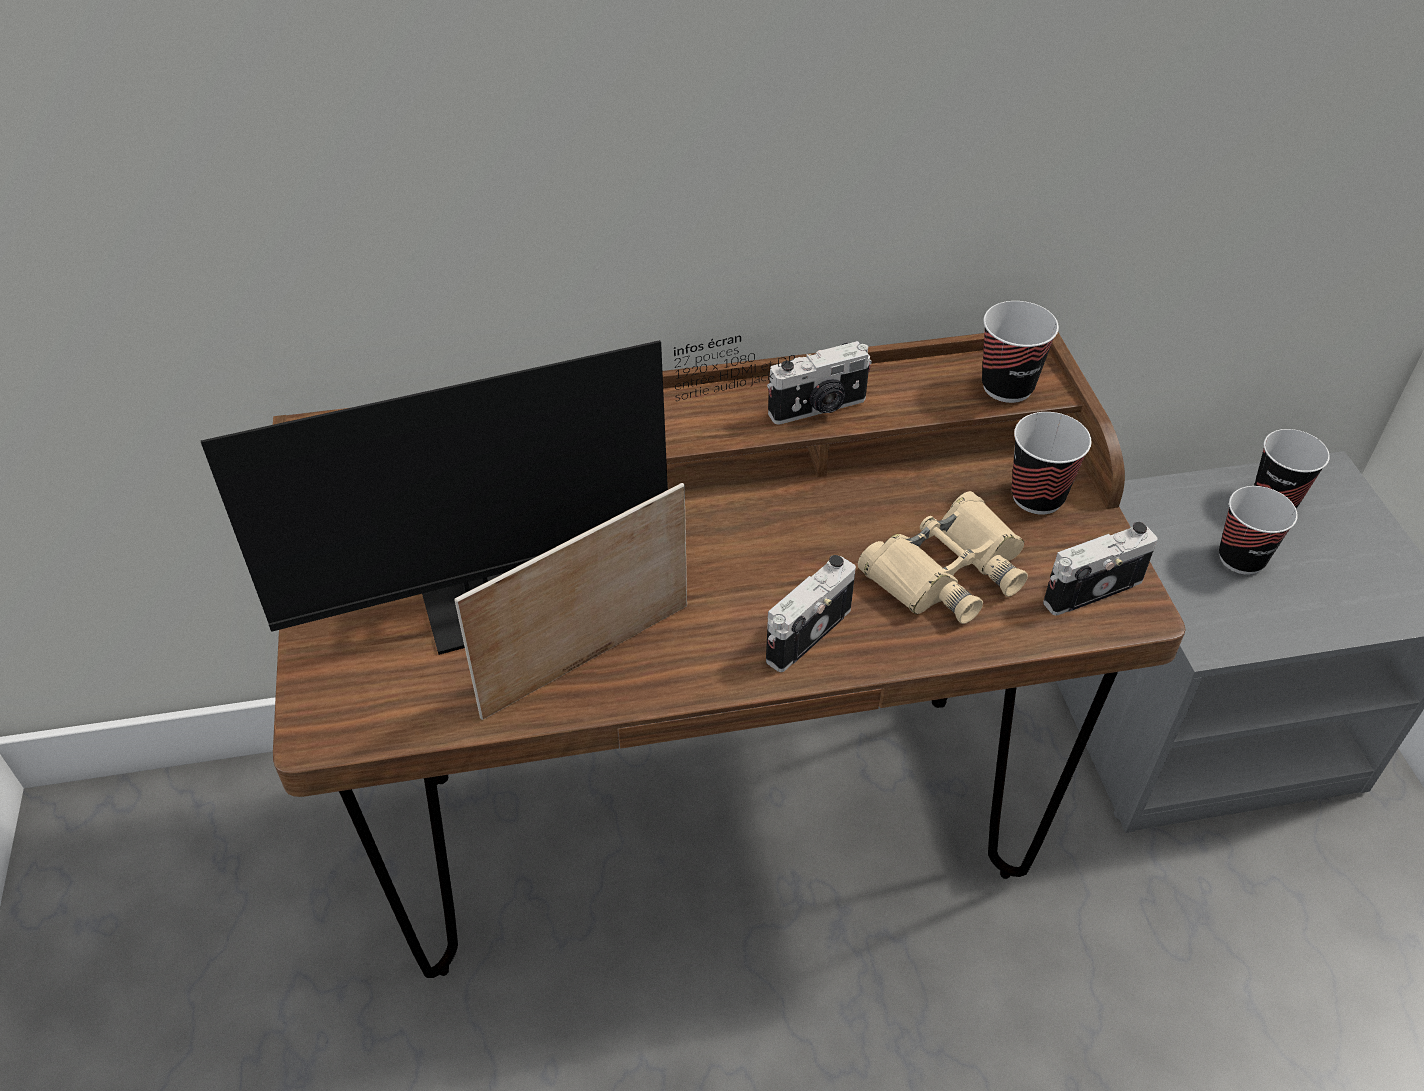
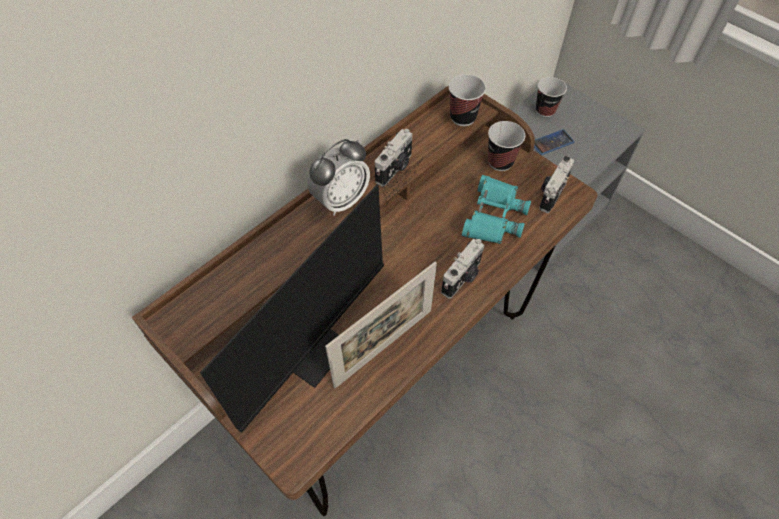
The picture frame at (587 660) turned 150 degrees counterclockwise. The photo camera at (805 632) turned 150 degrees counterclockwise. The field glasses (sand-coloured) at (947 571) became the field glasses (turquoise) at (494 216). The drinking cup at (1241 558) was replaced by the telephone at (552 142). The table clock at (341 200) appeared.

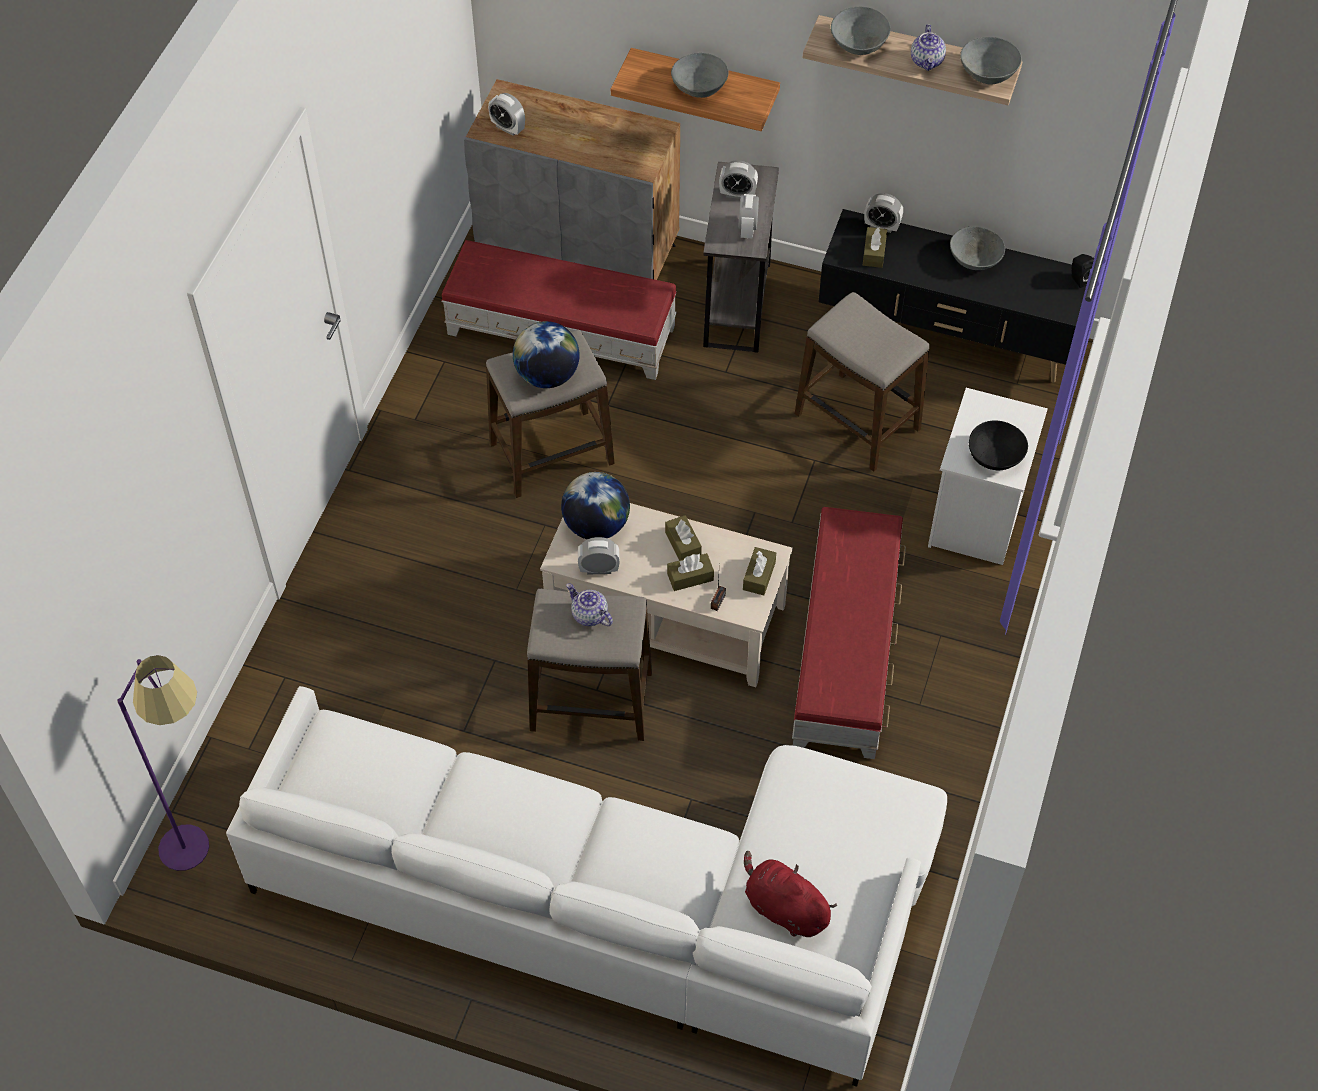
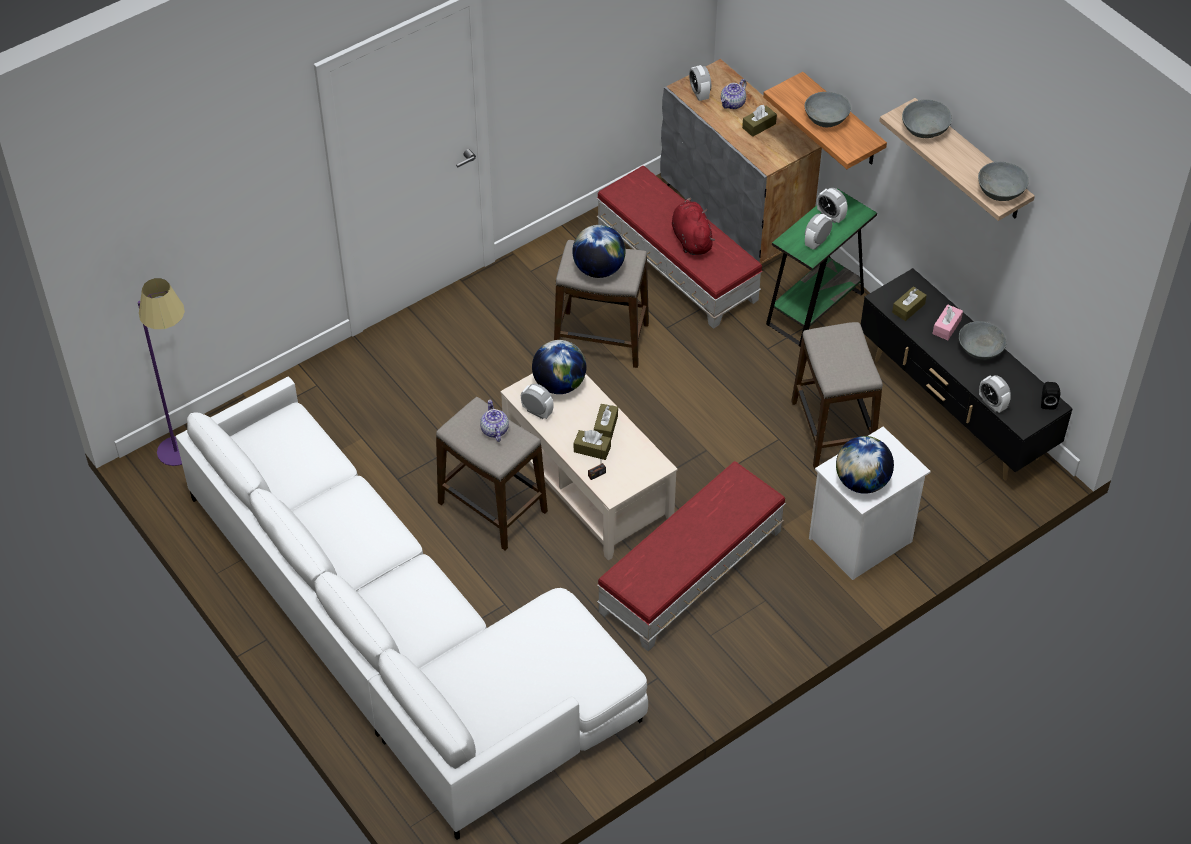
The accent table (grey) at (737 304) became the accent table (greenish) at (815 308). The tissue box (brownish) moved from (759 576) to (759 126). The soft toy (reddish) moved from (783 907) to (691 239). The table clock moved from (881 226) to (992 404). The pot for tea moved from (927 61) to (733 104). The deep dish (black) at (996 457) was replaced by the desk globe at (862 482). The tissue box (pink) at (946 327) appeared.

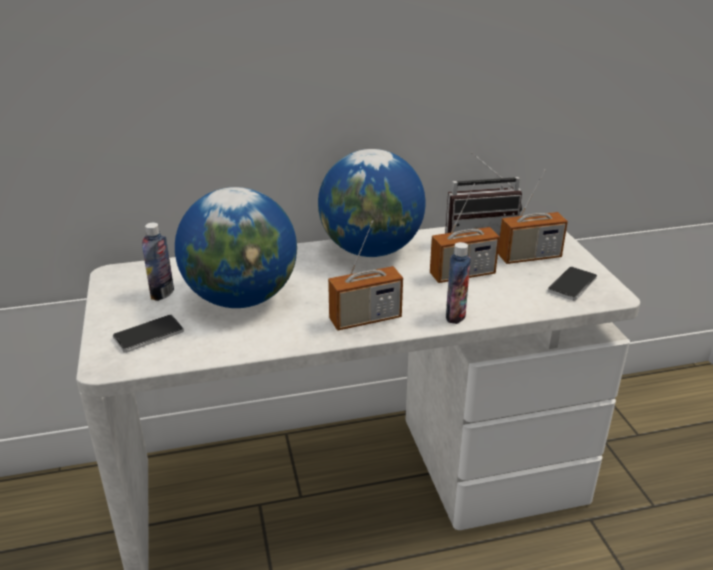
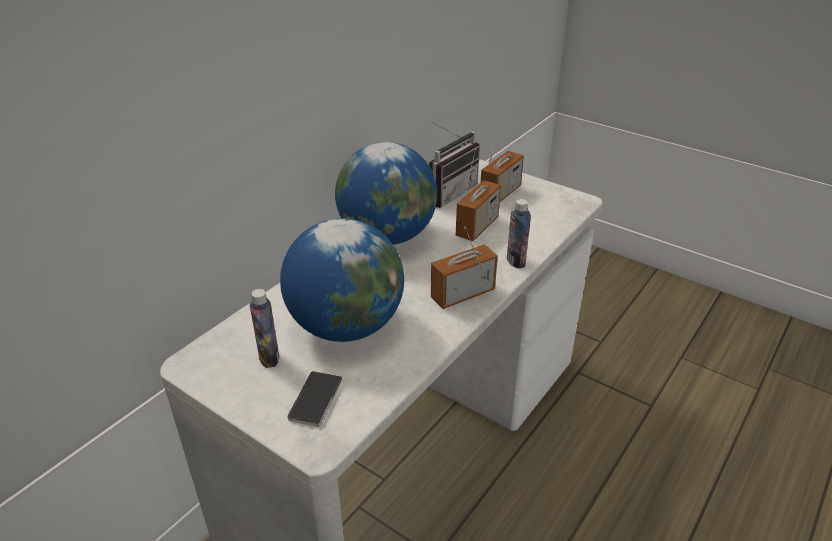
The radio at (365 319) turned 150 degrees counterclockwise. The telephone at (572 285) disappeared.

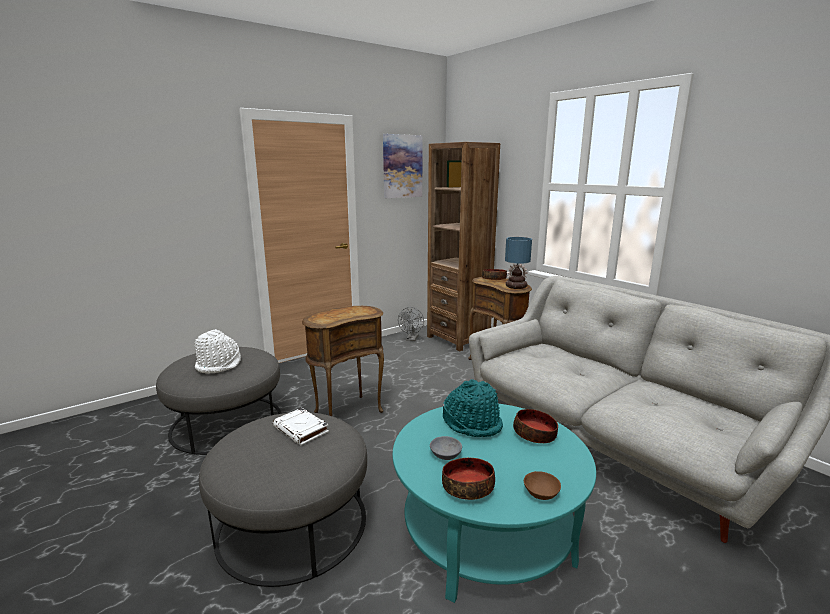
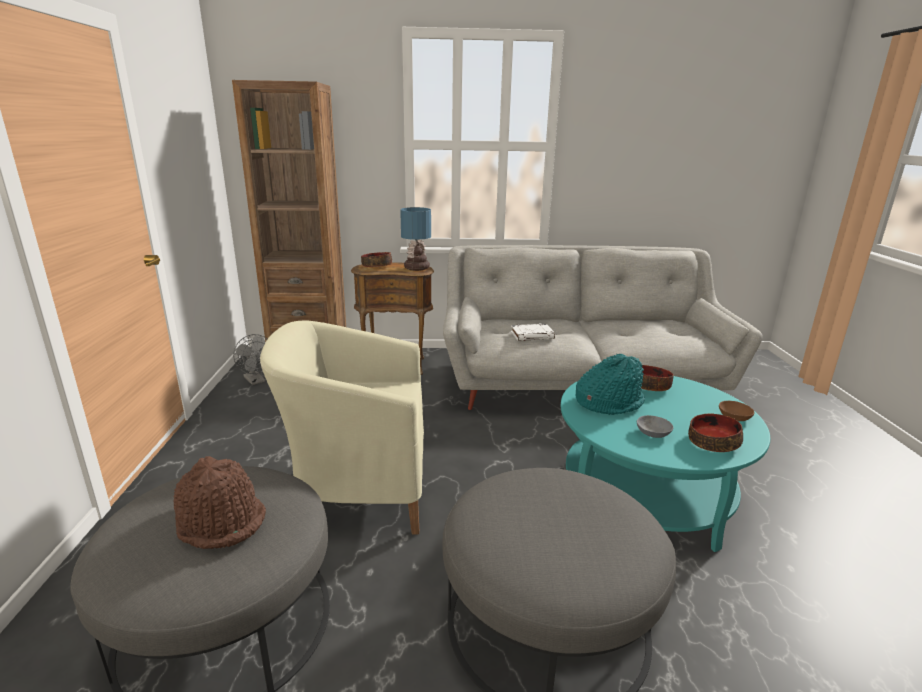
The clothing hat (whitish) at (219 365) became the clothing hat (brownish) at (221 521). The bound book (whitish) moved from (301 430) to (532 335). The accent table (brownish) at (346 411) was replaced by the easy chair (sand-coloured) at (358 493). The picture at (402 166) disappeared.

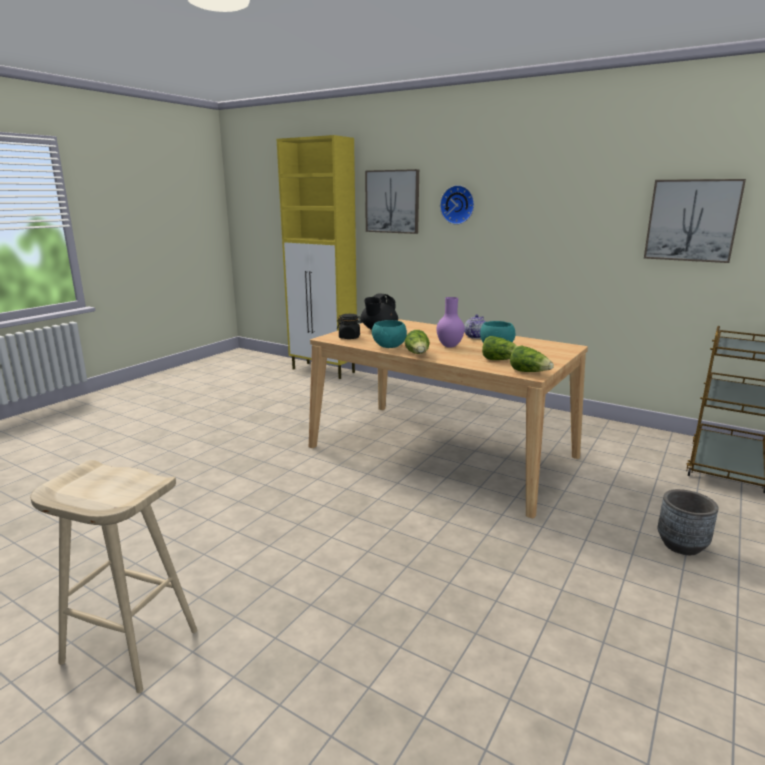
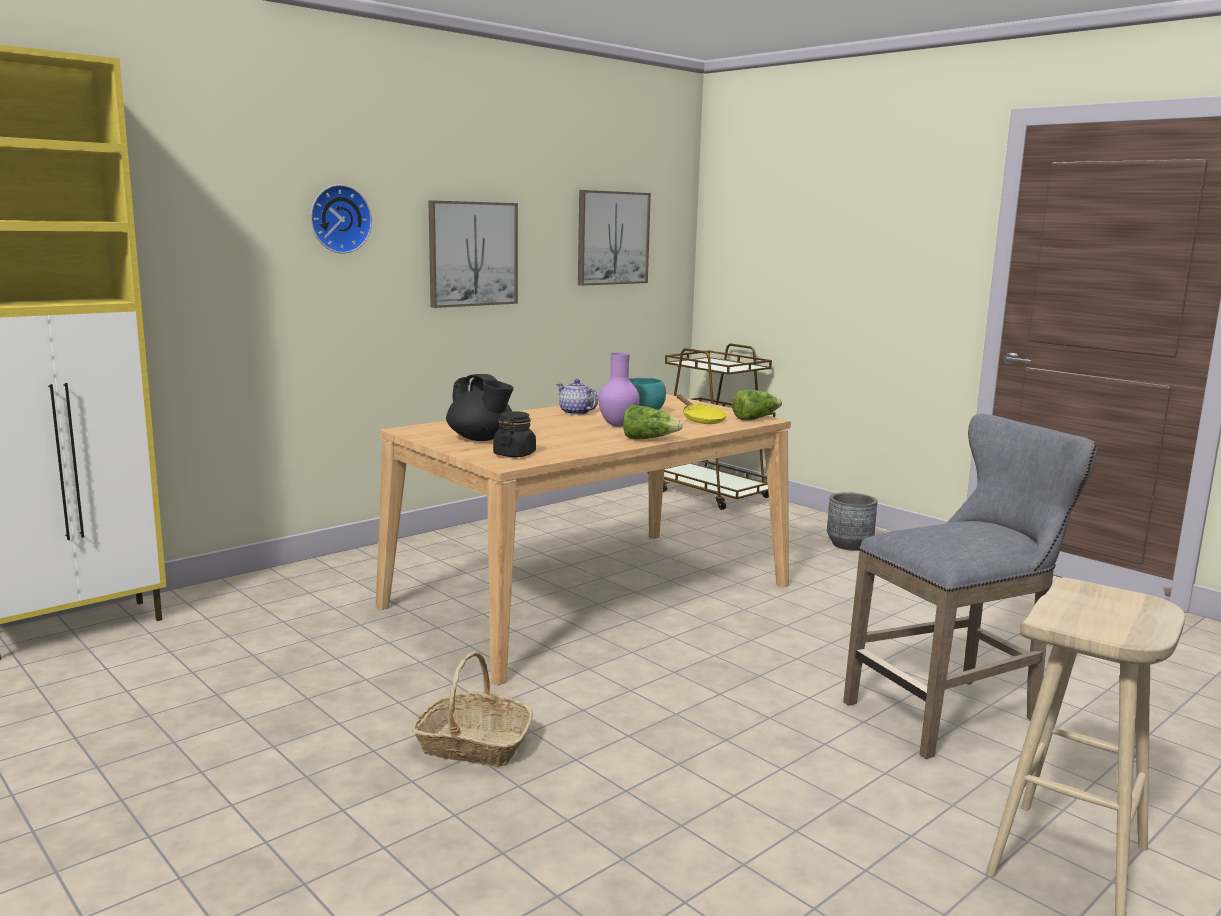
The picture moved from (392 201) to (472 254). The deep dish (turquoise) at (389 347) disappeared. The head of lettuce at (500 360) was replaced by the frying pan (yellow-coloured) at (701 419). The household basket at (473 745) appeared. The stool (grey) at (953 712) appeared.

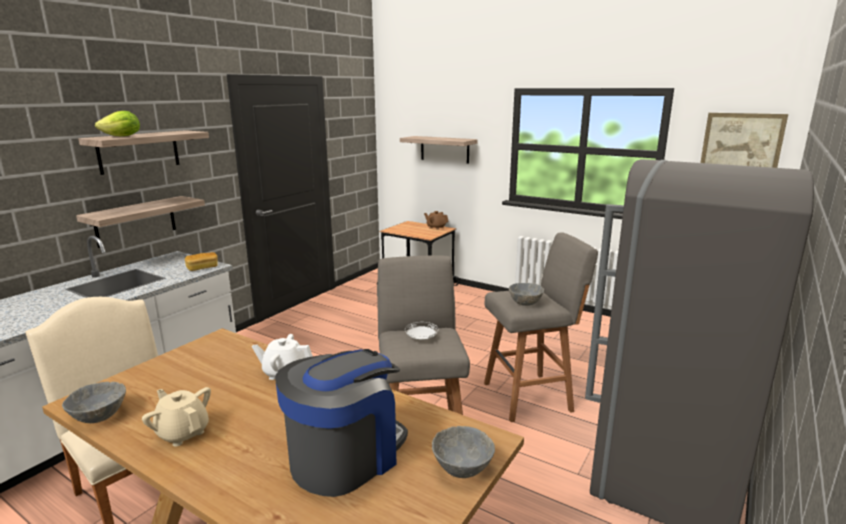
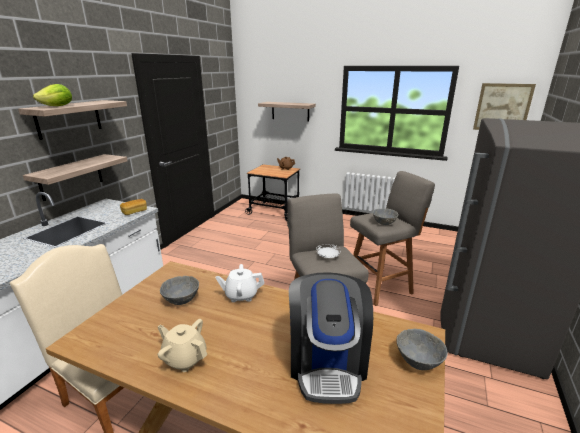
The deep dish (grey) moved from (99 416) to (181 300). The coffee machine at (346 456) turned 150 degrees clockwise.

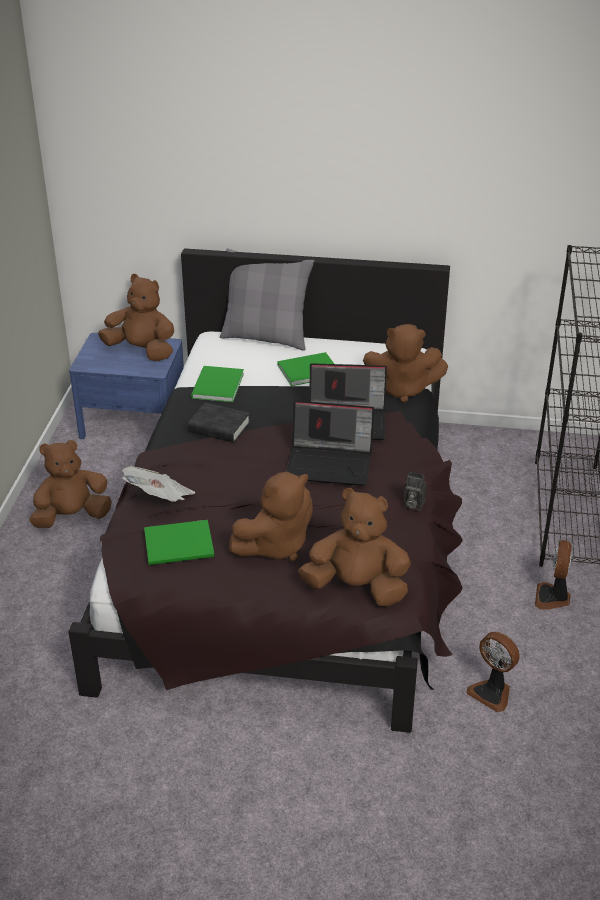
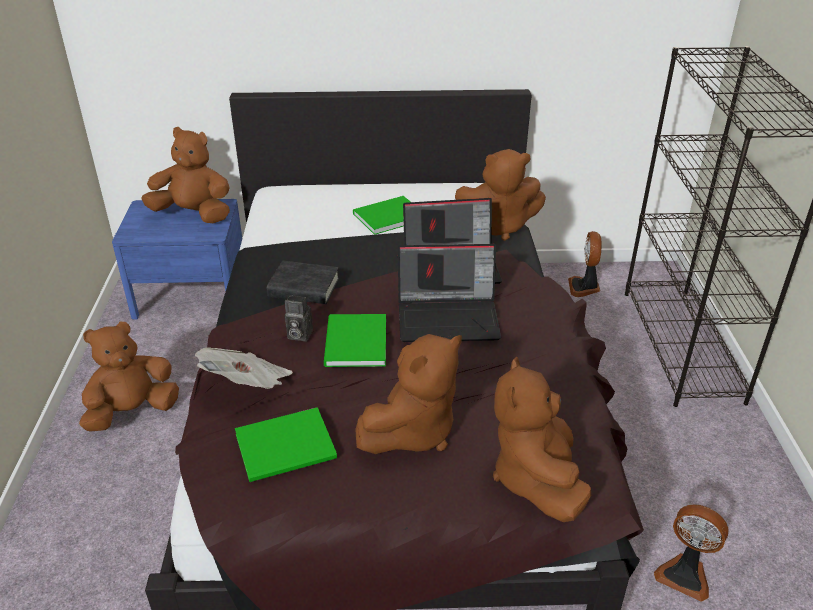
The bound book (greenish) moved from (216 386) to (354 344). The pillow (grey) at (266 337) disappeared. The soft toy (brownish) at (357 588) turned 90 degrees counterclockwise. The photo camera moved from (412 505) to (298 335). The fan moved from (552 598) to (584 287).

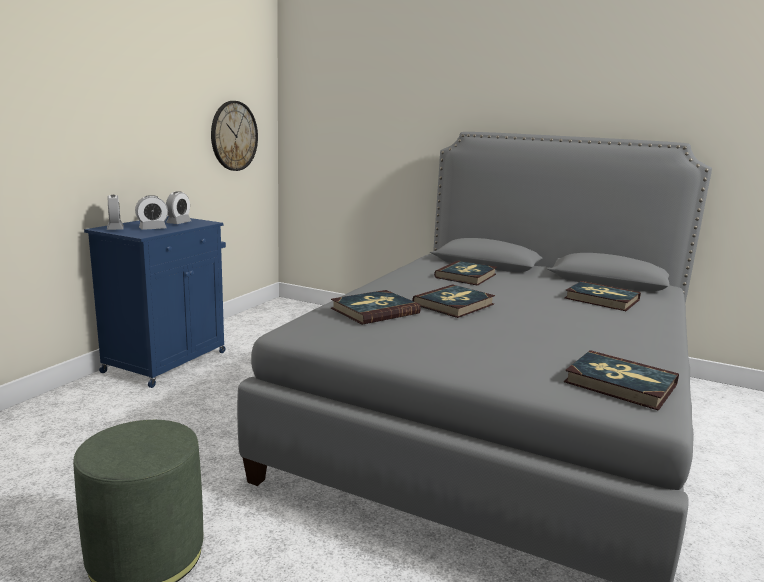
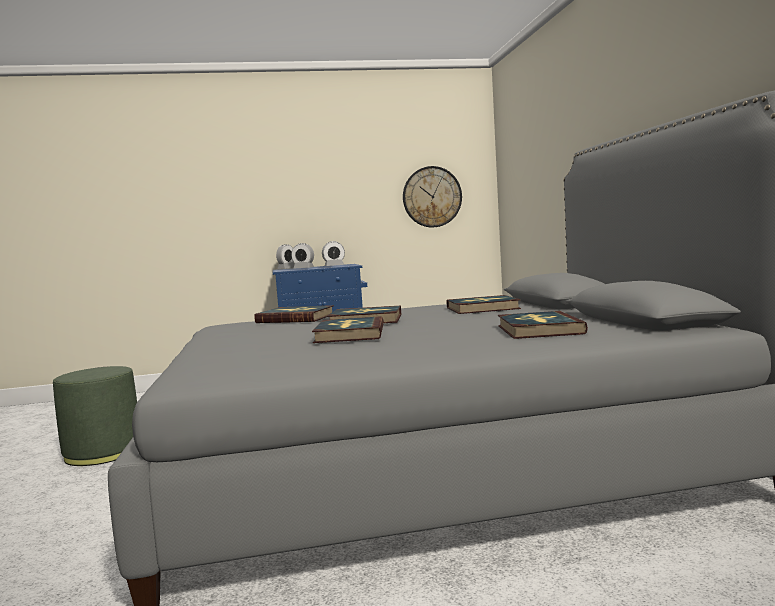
The bound book moved from (620 383) to (349 334).

